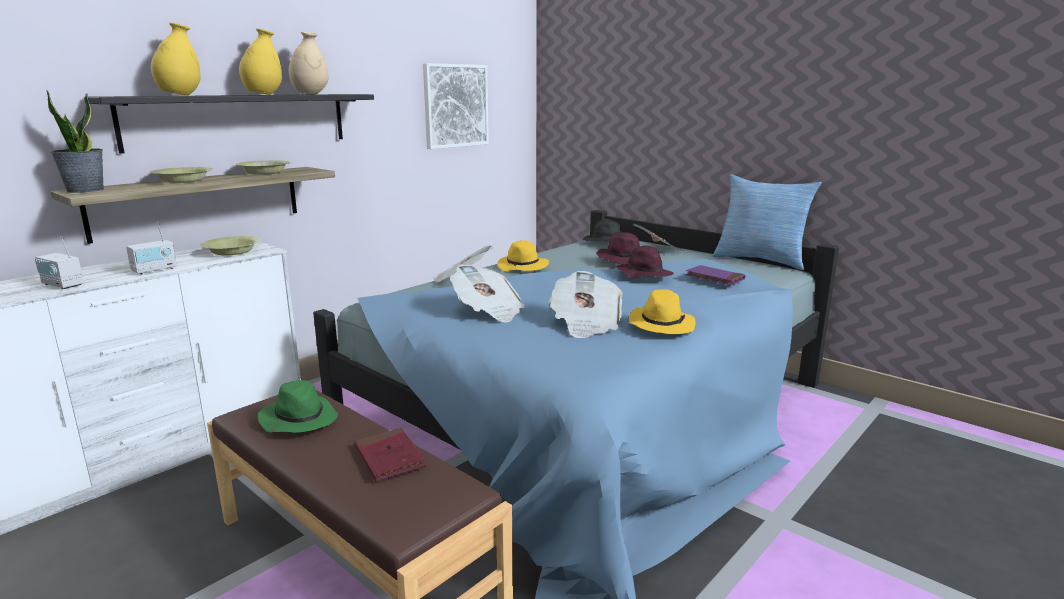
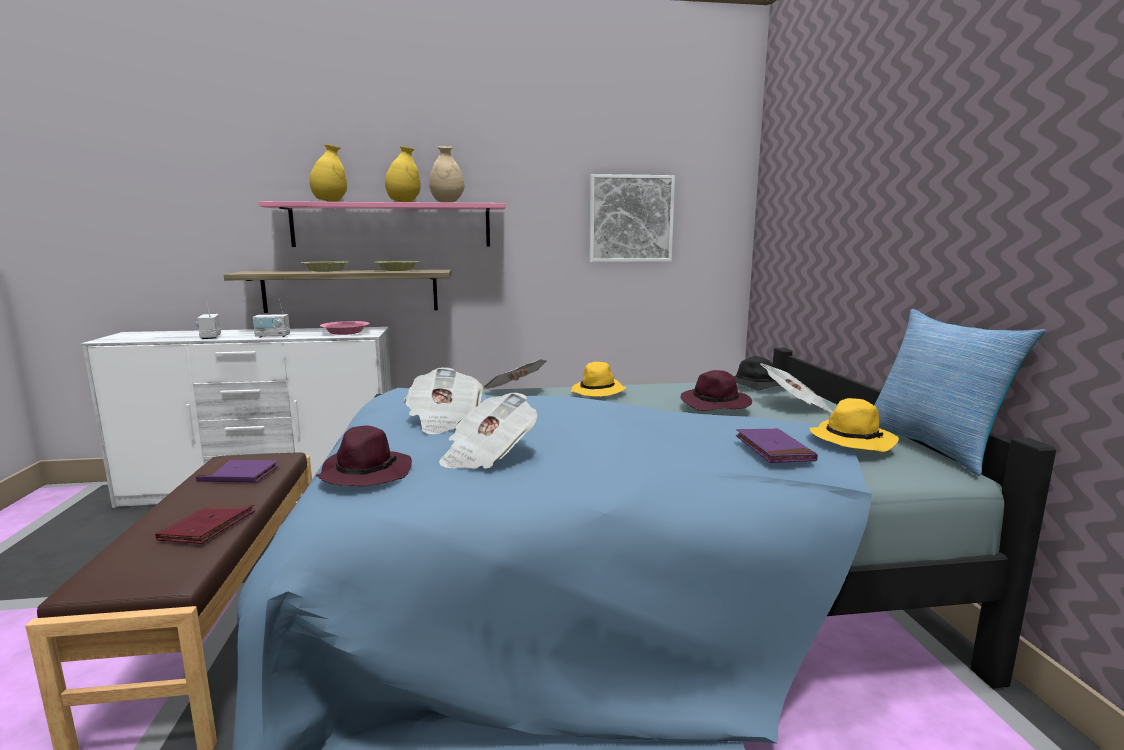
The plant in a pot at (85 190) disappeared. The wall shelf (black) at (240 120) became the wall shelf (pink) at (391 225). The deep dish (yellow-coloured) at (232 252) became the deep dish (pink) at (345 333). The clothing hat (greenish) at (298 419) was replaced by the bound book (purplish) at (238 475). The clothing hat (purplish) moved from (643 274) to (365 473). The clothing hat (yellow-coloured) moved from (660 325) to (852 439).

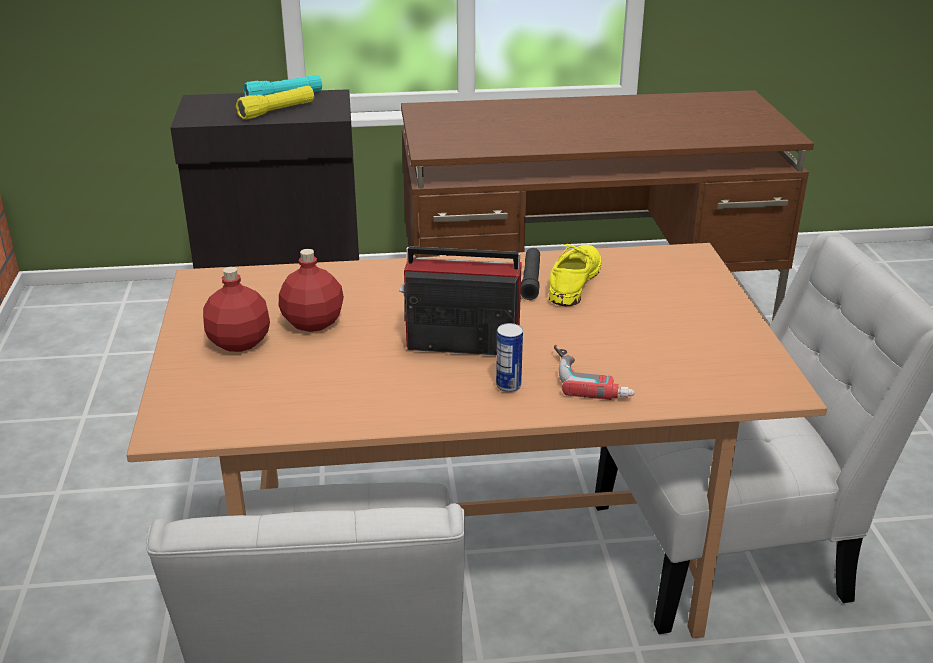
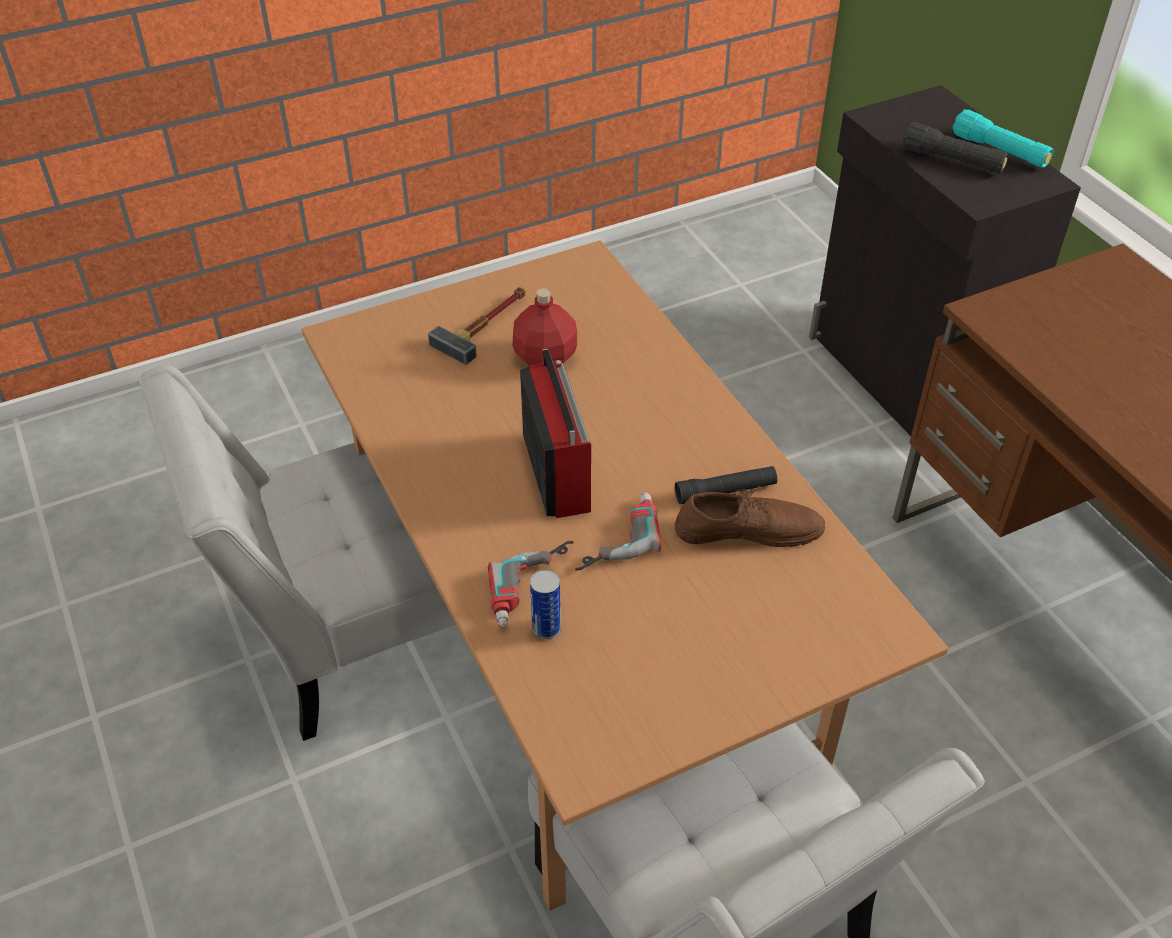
The drink bottle (reddish) at (238 343) was replaced by the hammer at (487 325). The hand torch (yellow-coloured) at (277 111) became the hand torch (black) at (952 161). The sealed can moved from (508 386) to (546 628). The low shoe (yellow-coloured) at (573 280) became the low shoe (brownish) at (748 528). The power drill at (614 536) appeared.

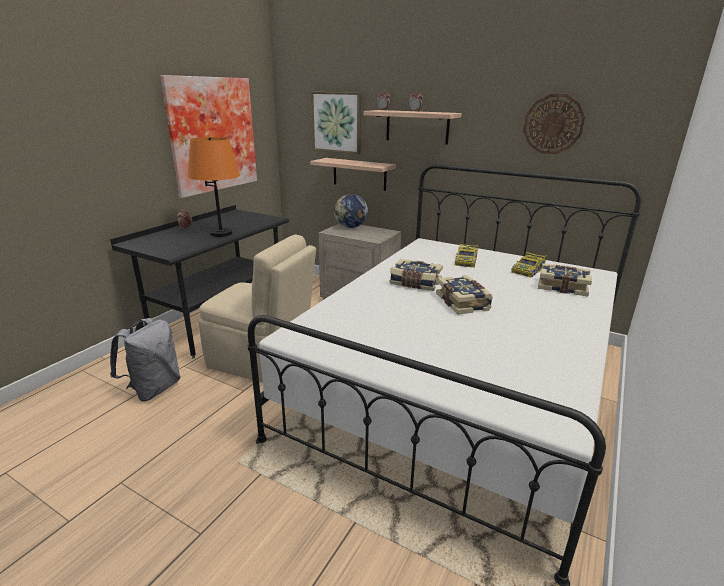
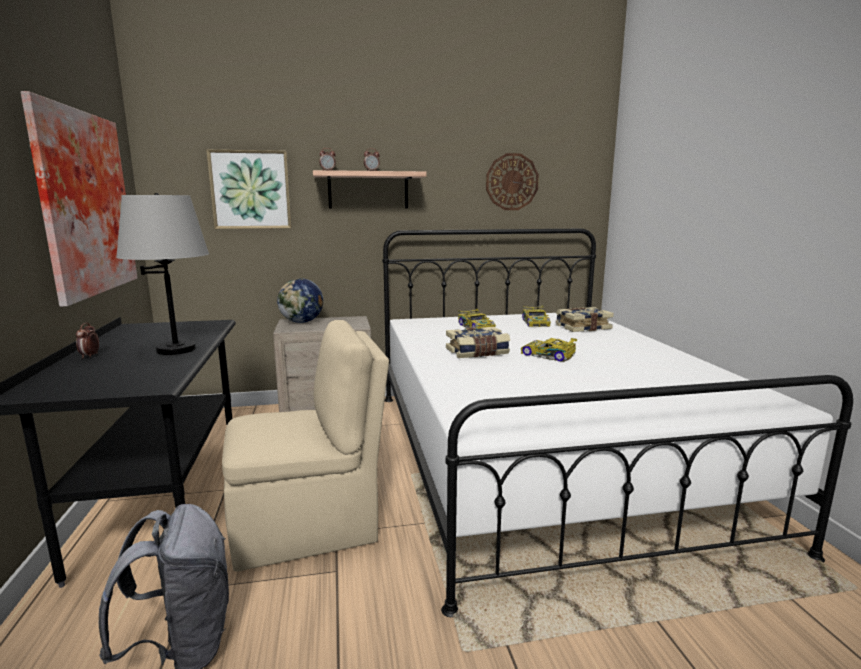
The tabletop lamp (orange) at (221 233) became the tabletop lamp (grey) at (176 349). The wall shelf at (359 174) disappeared. The bound book at (463 302) was replaced by the miniature car at (548 355).

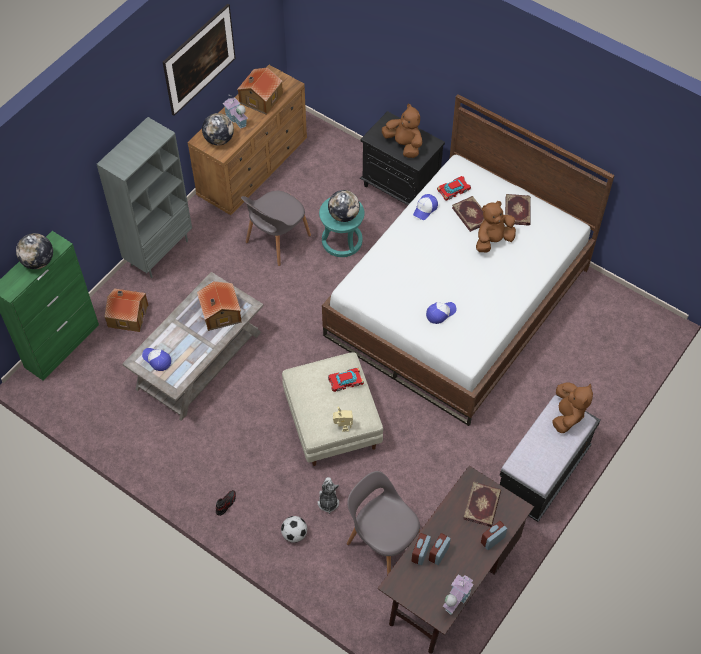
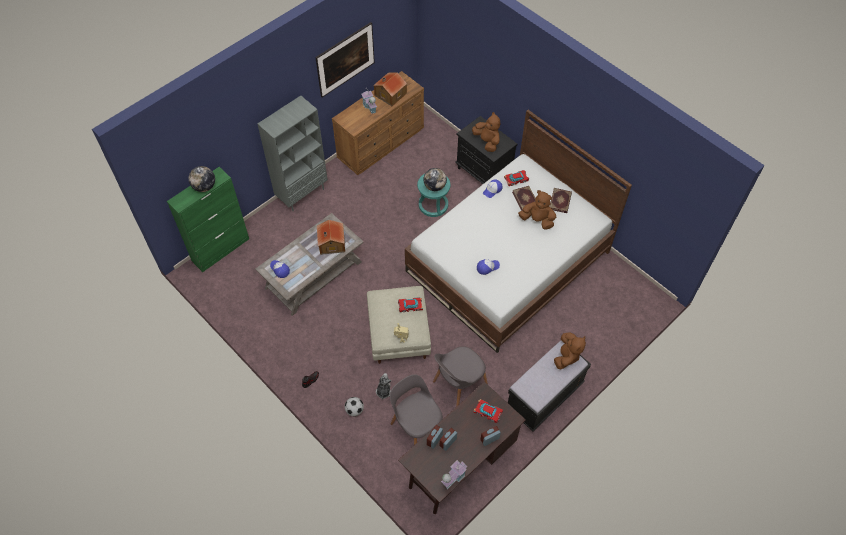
The miniature house at (127 315) disappeared. The desk globe at (219 139) disappeared. The plain chair (grey) moved from (276 240) to (458 384). The bound book at (482 505) was replaced by the miniature car at (487 412). The soft toy (brownish) at (493 240) turned 45 degrees clockwise.

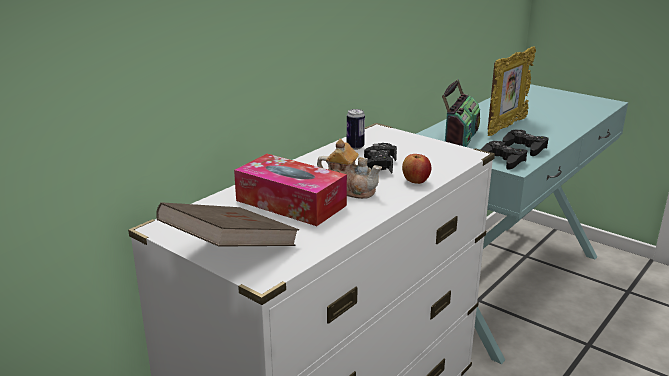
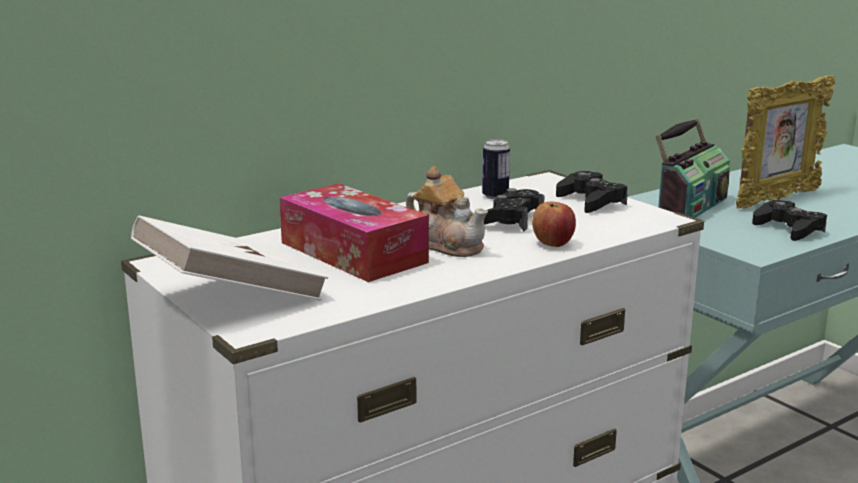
The bound book (brownish) at (231 251) became the bound book (whitish) at (232 297). The game controller (black) moved from (503 160) to (591 201).

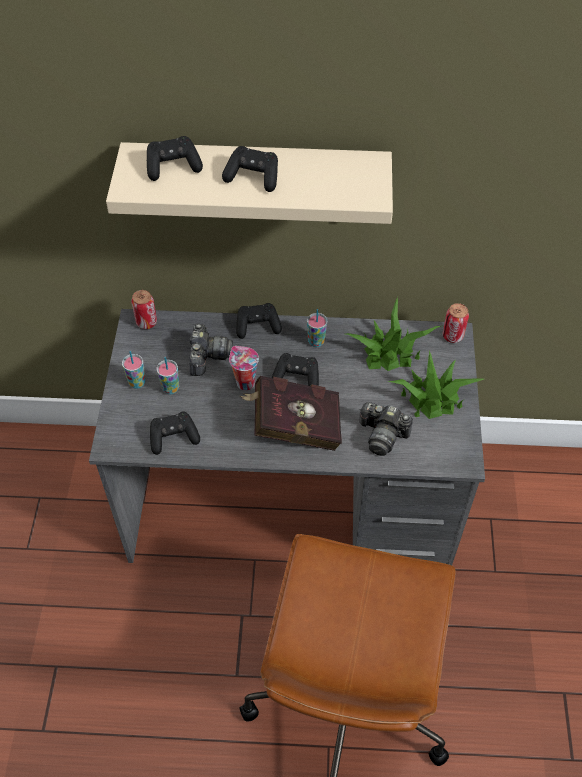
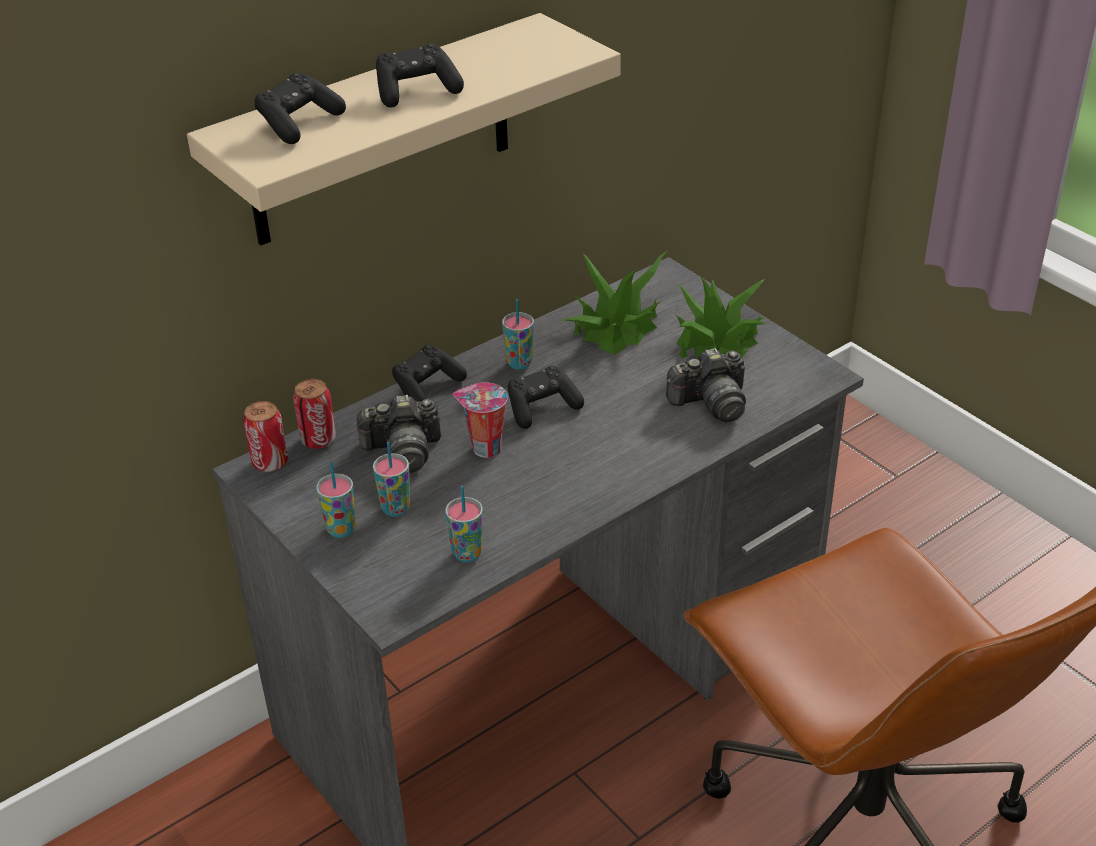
The game controller (black) at (173 437) was replaced by the drinking cup at (467 553). The photo camera at (207 357) turned 120 degrees clockwise. The bound book (reddish) at (293 426) disappeared. The sealed can moved from (452 336) to (318 440).

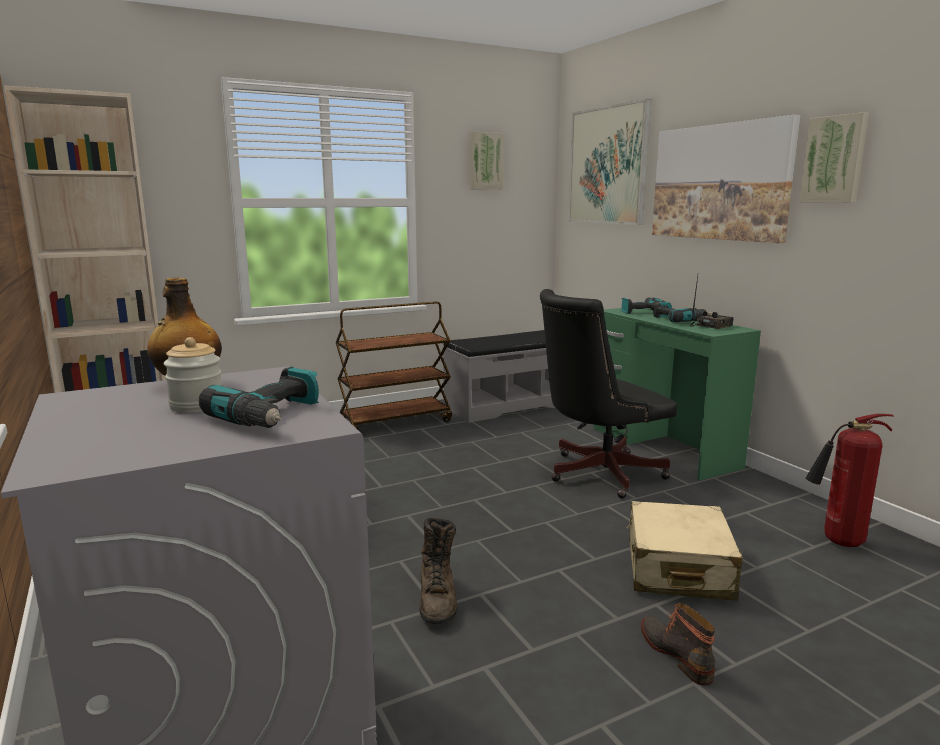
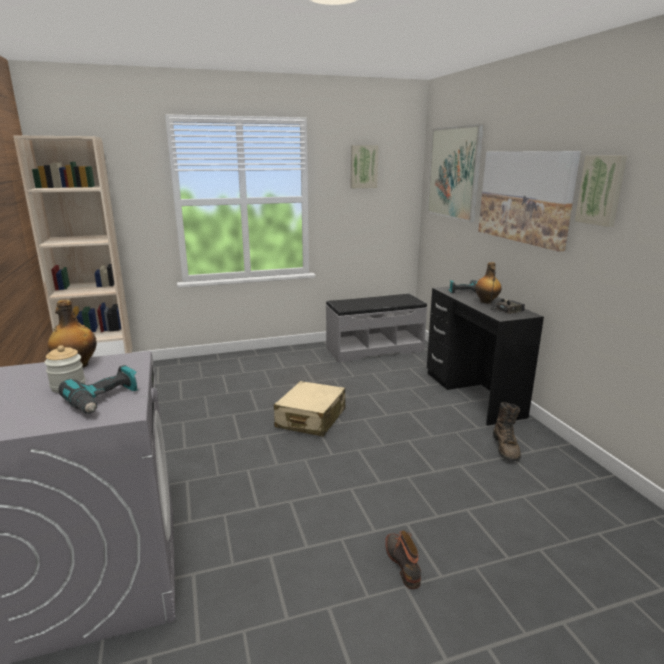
The trolley (brownish) at (395 423) disappeared. The high-top boot (brownish) moved from (437 599) to (506 448). The office chair (black) at (597 473) disappeared. The desk (greenish) at (662 447) became the desk (black) at (473 394). The travel case (sand-coloured) moved from (678 568) to (310 419). The power drill at (678 320) was replaced by the drink bottle at (486 302). The extinguisher at (838 542) disappeared.

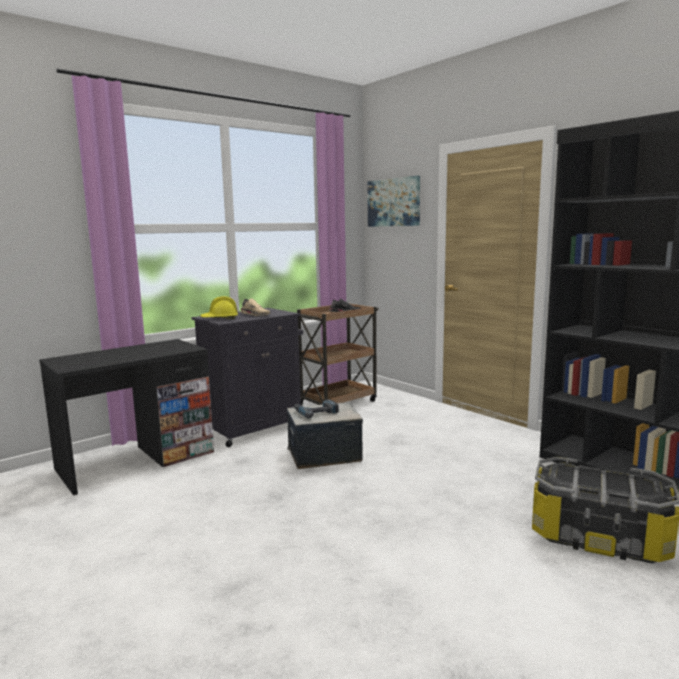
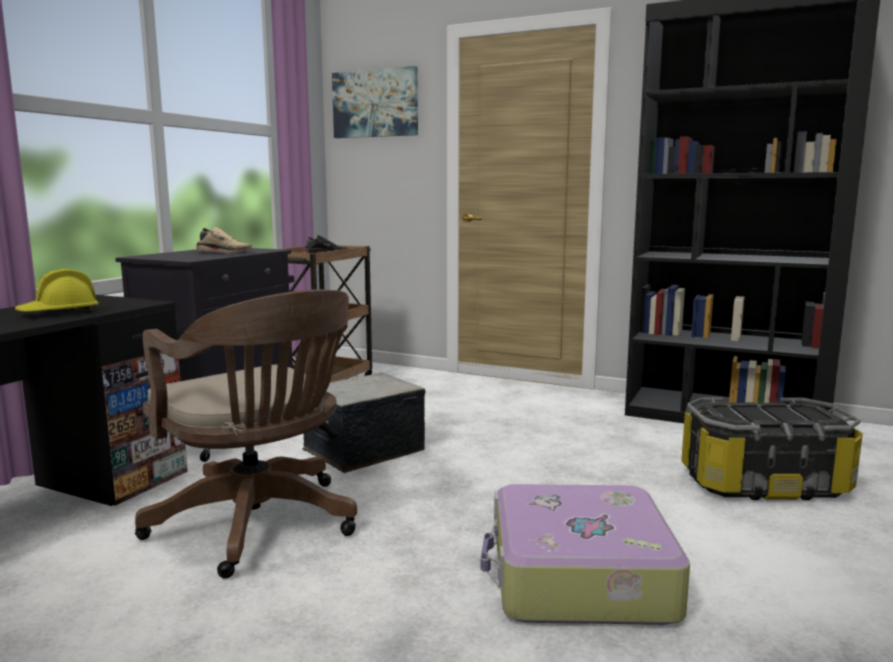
The hard hat (yellow-coloured) moved from (219 319) to (59 313). The power drill at (316 412) disappeared. The office chair (brownish) at (260 526) appeared. The travel case at (578 577) appeared.

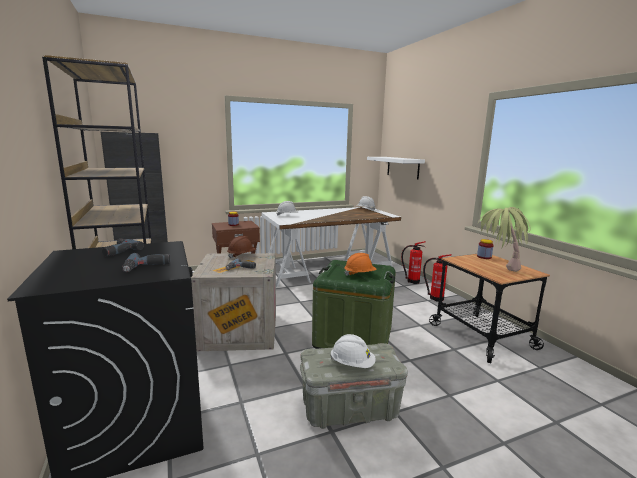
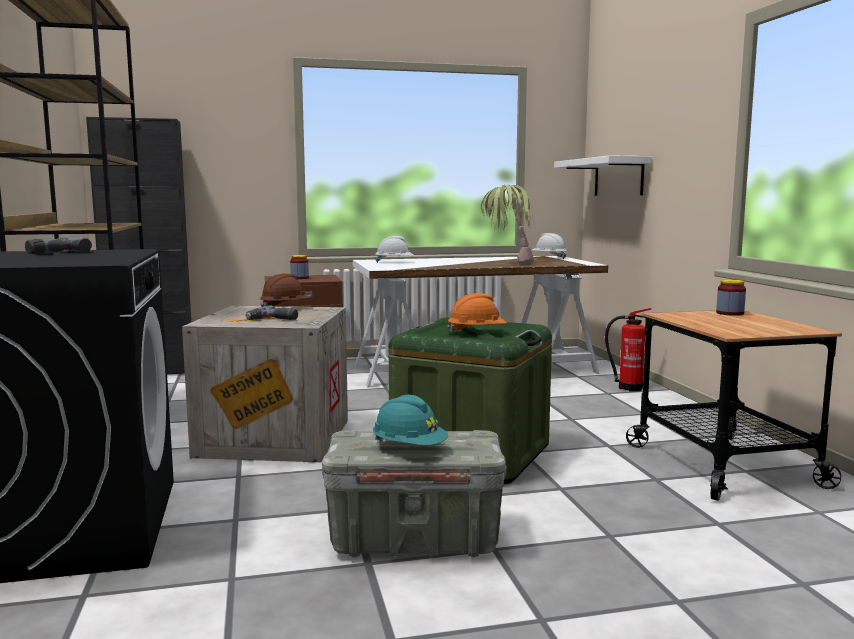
The power drill at (147 267) disappeared. The hard hat (whitish) at (352 364) became the hard hat (turquoise) at (409 448). The extinguisher at (435 298) disappeared. The plant in a pot moved from (498 271) to (506 264).

